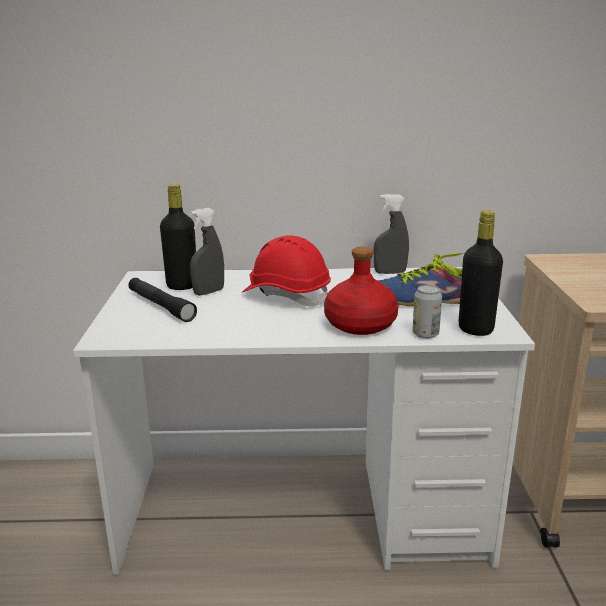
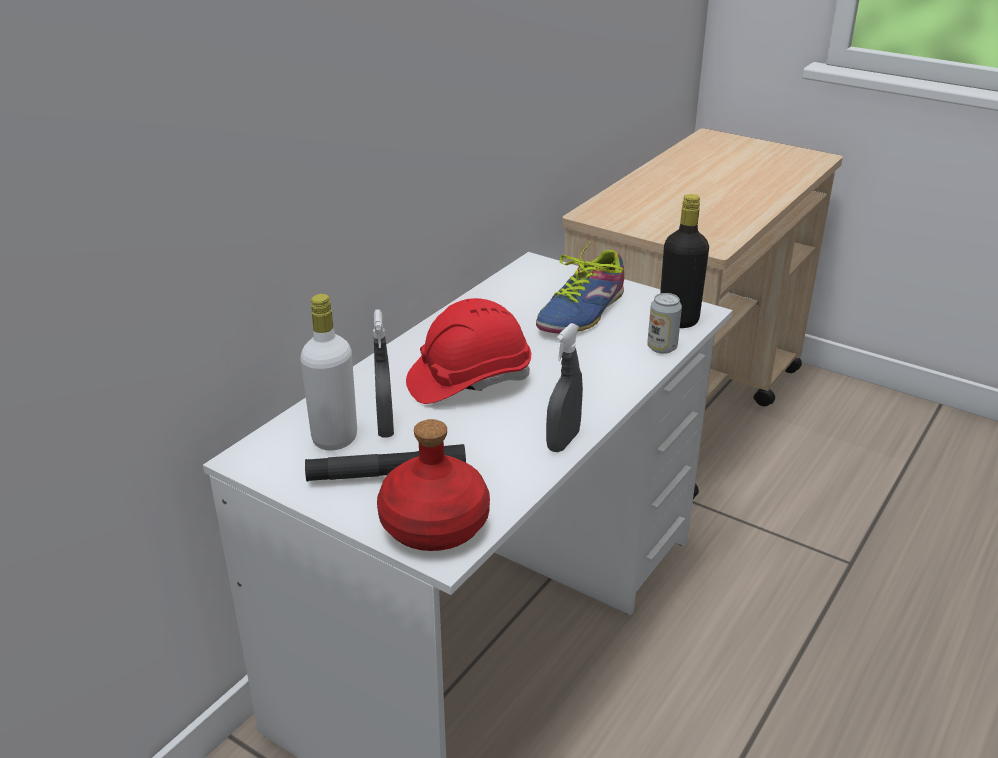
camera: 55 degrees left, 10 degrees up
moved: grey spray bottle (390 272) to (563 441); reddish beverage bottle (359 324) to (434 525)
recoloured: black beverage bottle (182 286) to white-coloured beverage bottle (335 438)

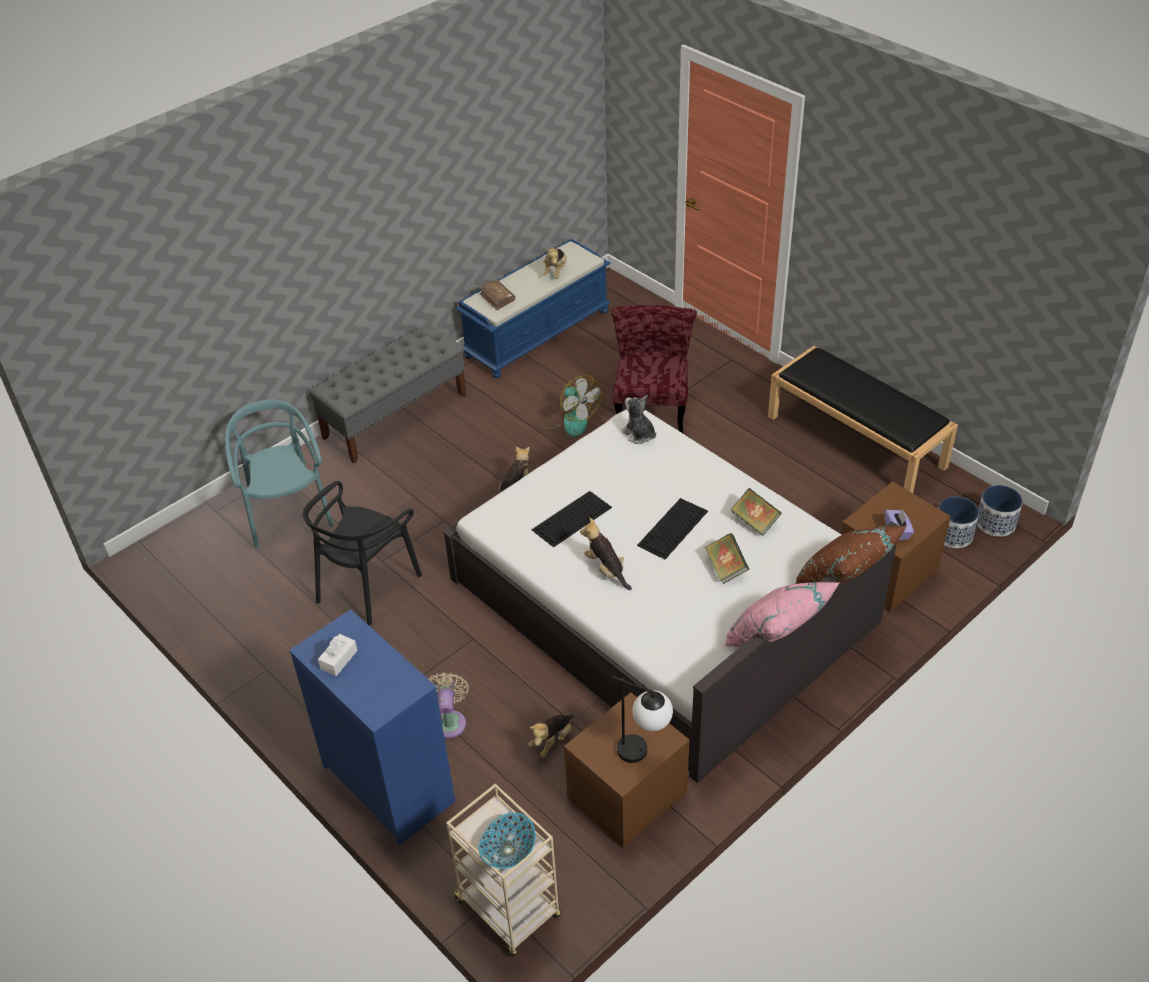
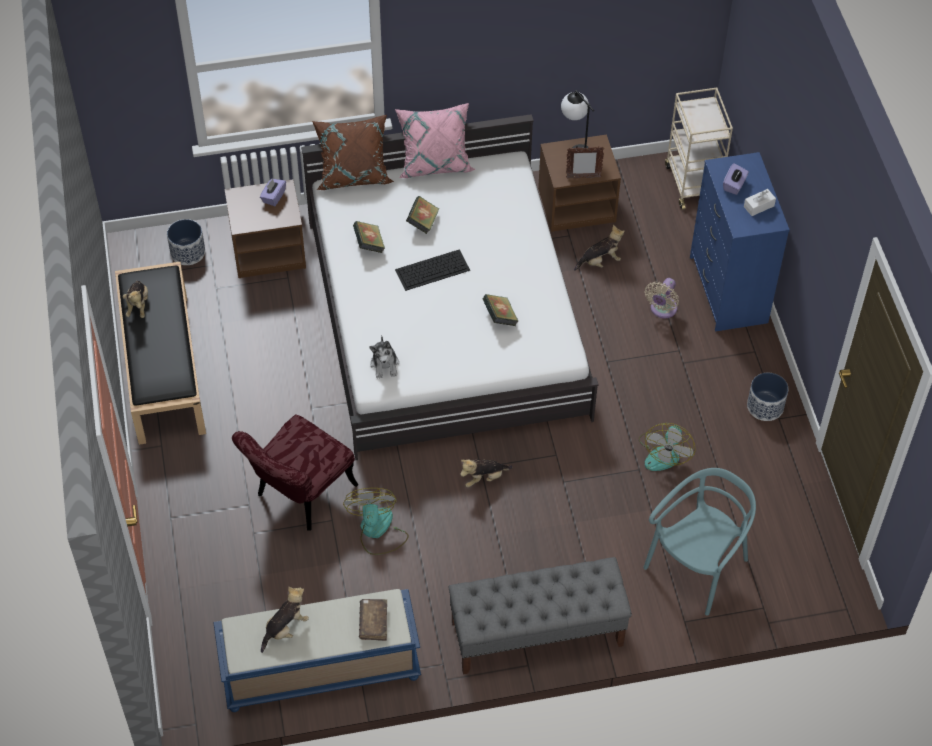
camera: 150 degrees left, 10 degrees up
removed: bowl (507 850)
added: picture frame (583 177); purple tissue holder (734 185)
moved: flower pot (995 523) to (765 407); plush toy (606 569) to (138 305)
replaced: black chair (367 586) to cooling fan (664 452); keyboard (571 519) to book (500 317)
turned: turquoise chair (287 513) = (697 567) 150 degrees counterclockwise

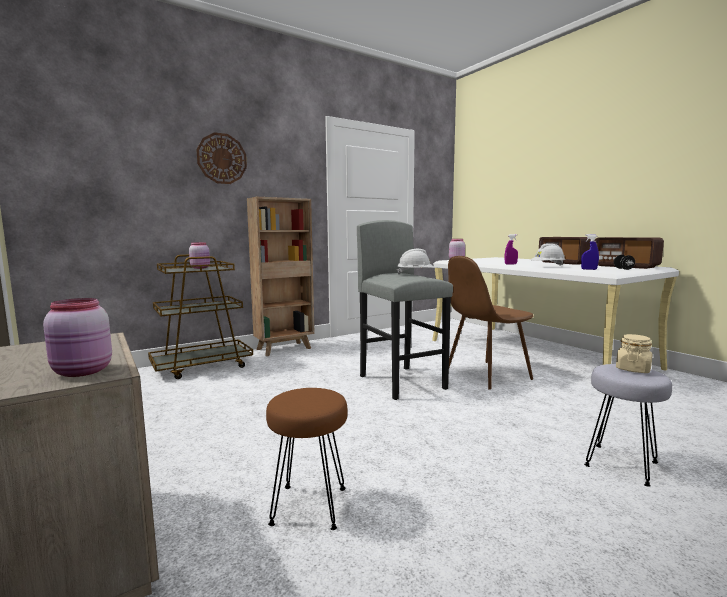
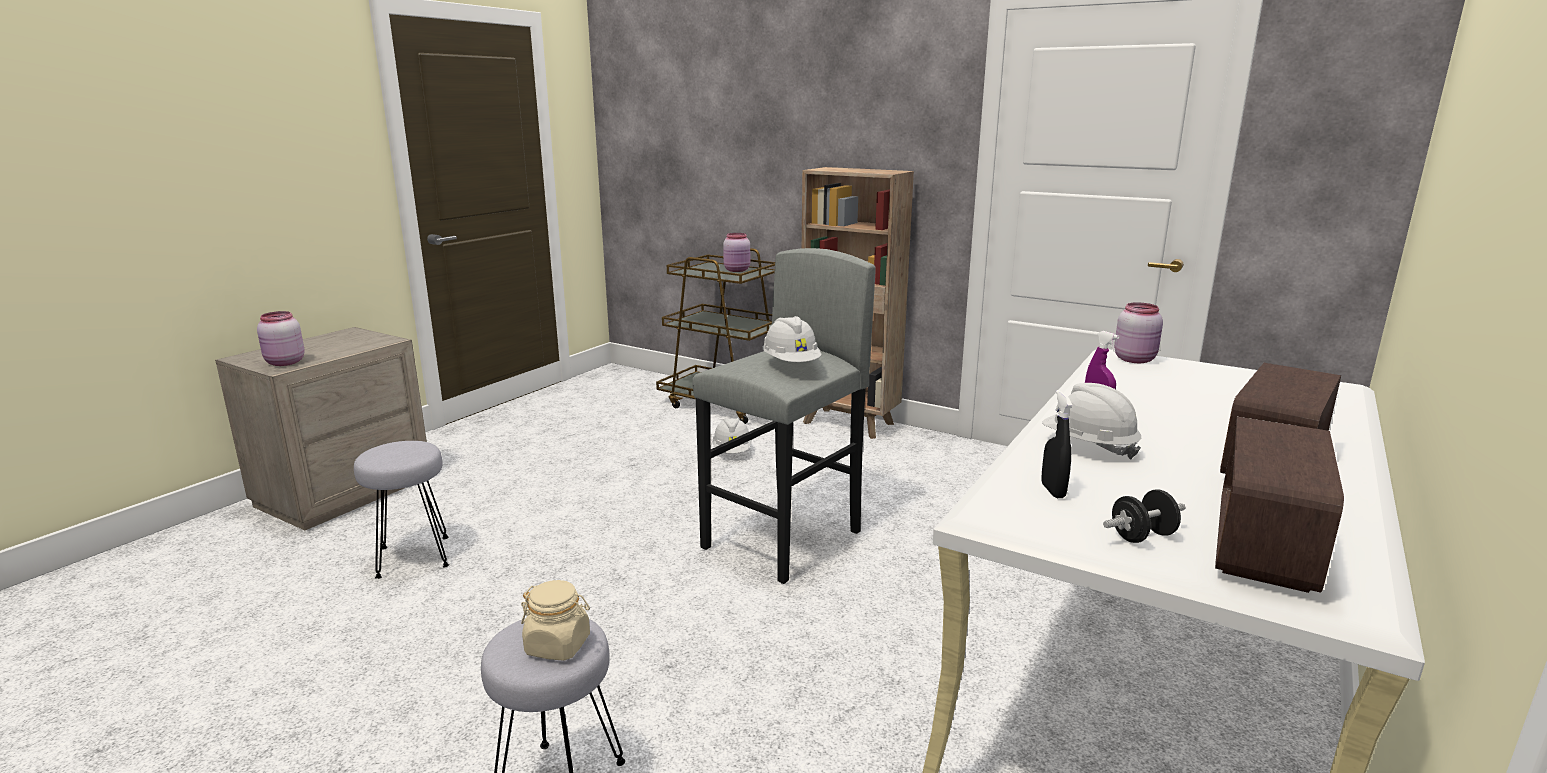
camera: 65 degrees right, 10 degrees up
removed: wall clock (222 158); brown-coloured chair (486 375)
added: white-coloured hard hat (732 451)
recoloured: blue-coloured spray bottle (589 269) to black spray bottle (1053 491); brown-coloured stool (310 506) to grey stool (413 558)

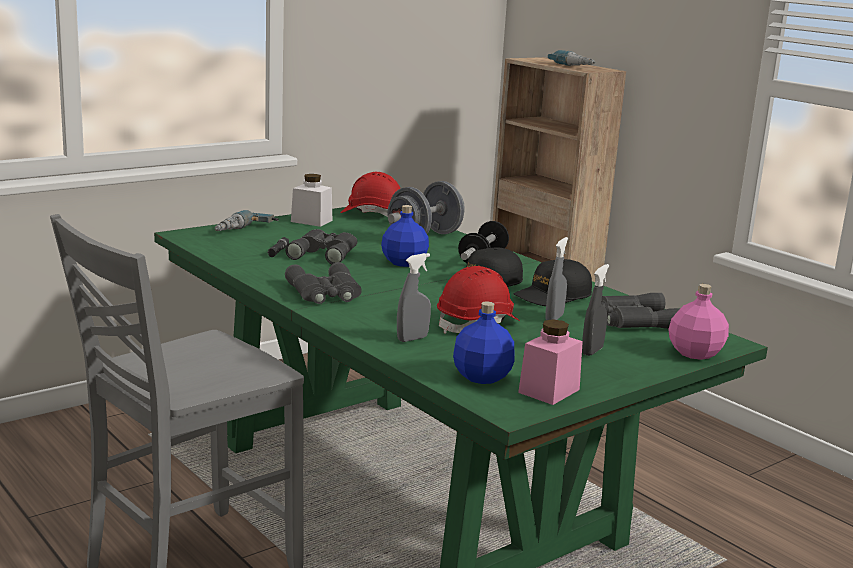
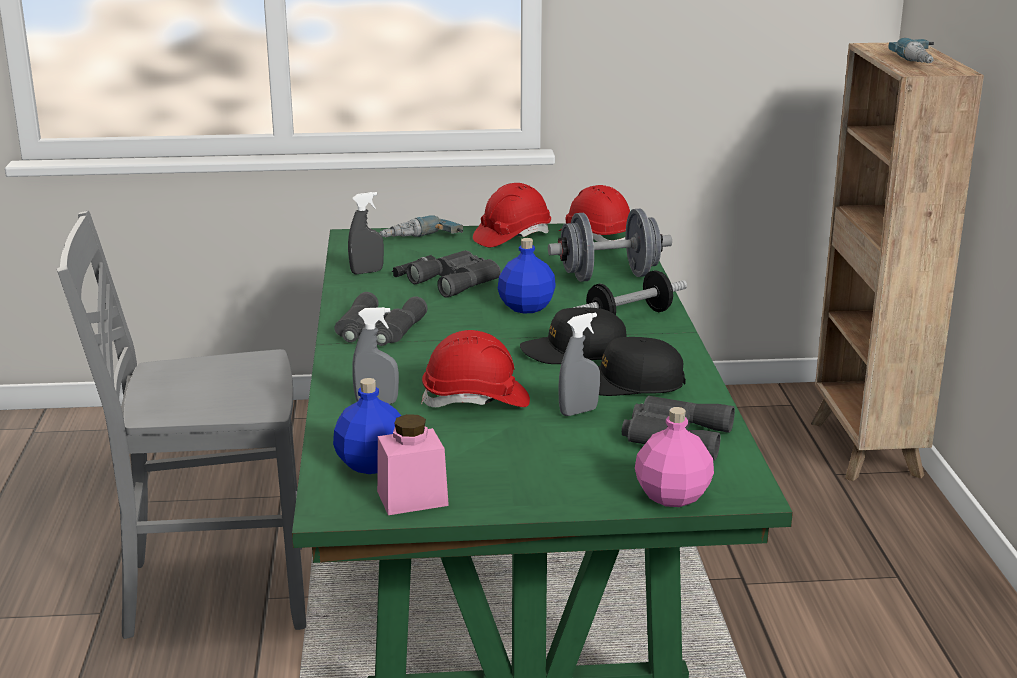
camera: 35 degrees right, 5 degrees up
moved: grey spray bottle (592 351) to (367 272)
replaced: white-coloured storage jar (311 221) to reddish hard hat (512 237)

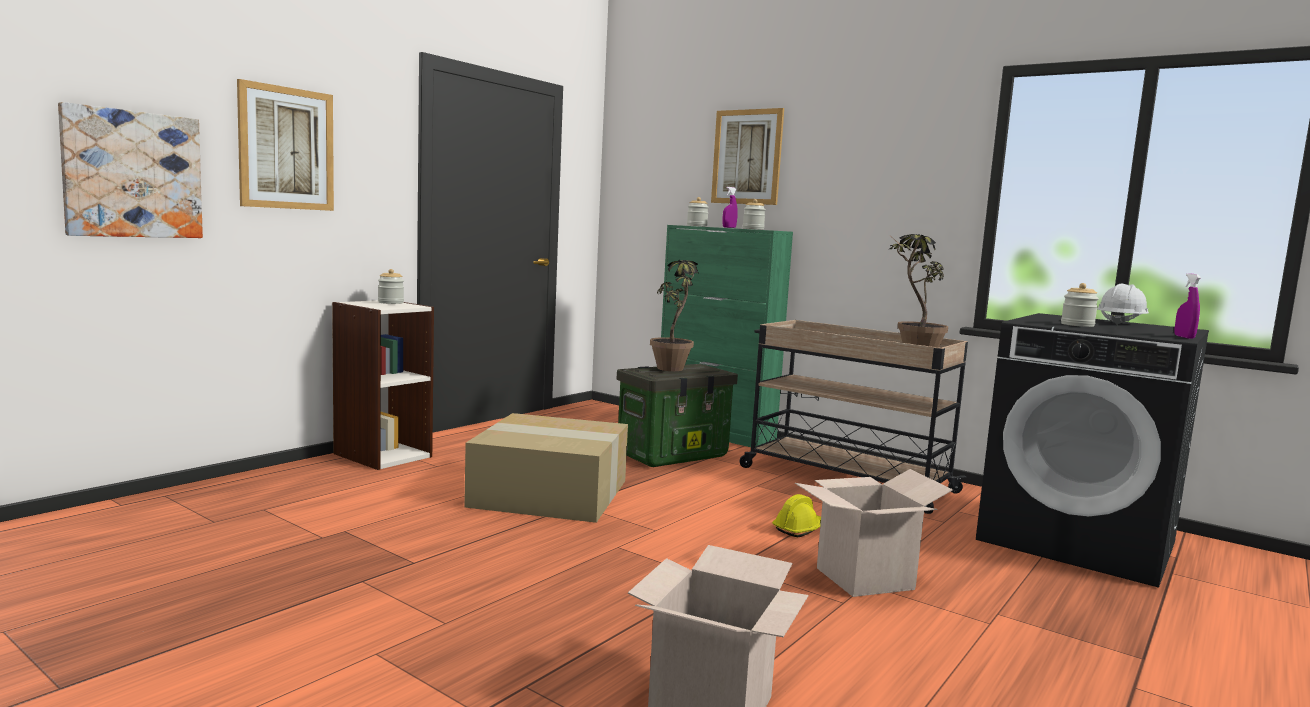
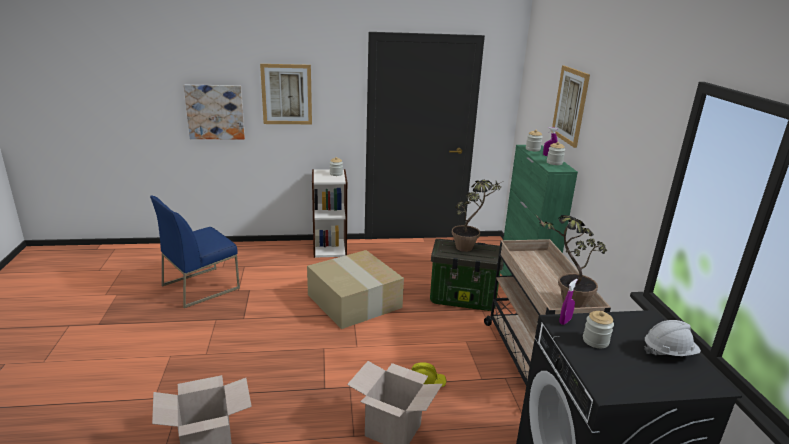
camera: 45 degrees right, 15 degrees up
added: blue-coloured chair (201 286)
moved: purple spray bottle (1184 337) to (565 321)

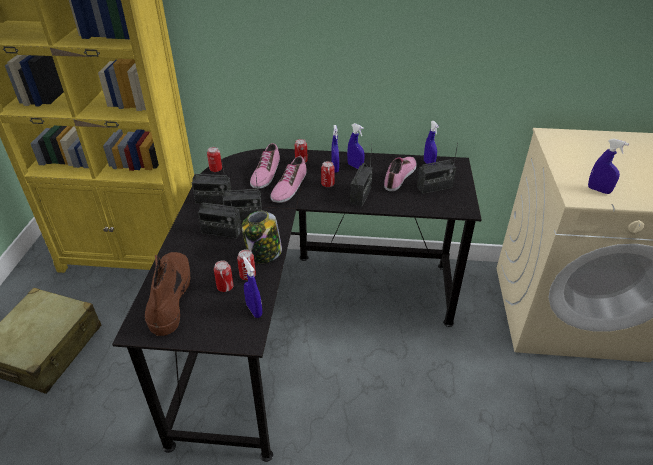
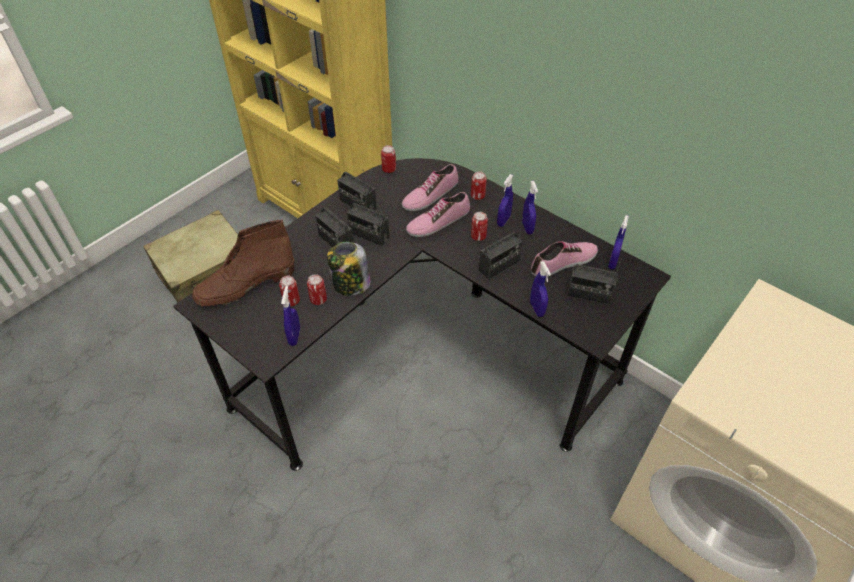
camera: 35 degrees right, 10 degrees up
moved: blue-coloured spray bottle (598 190) to (537 308)
turned: brown-coloured high-top boot (170 295) = (245 285) 150 degrees counterclockwise

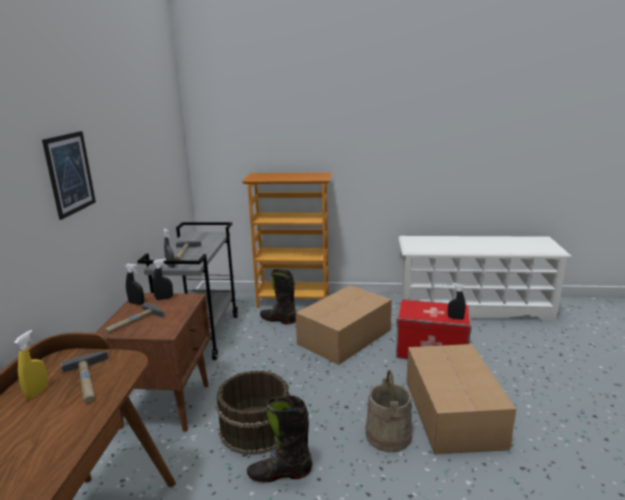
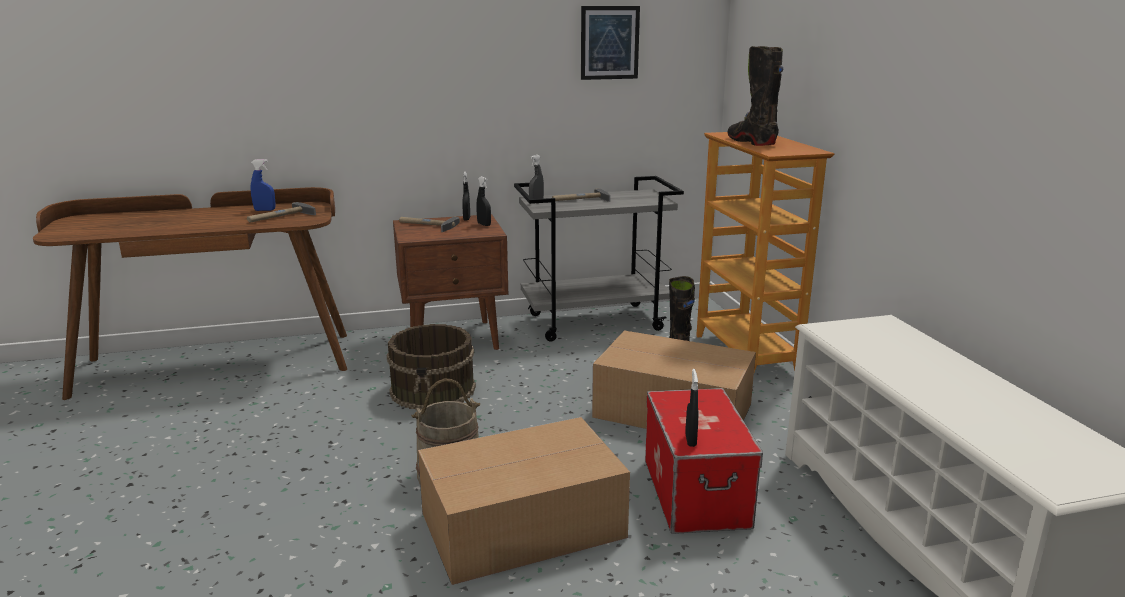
camera: 70 degrees right, 0 degrees up
moved: picture (70 173) to (609 43); black high-top boot (280 473) to (751 142)
recoloured: yellow-coloured spray bottle (37 392) to blue-coloured spray bottle (265 210)

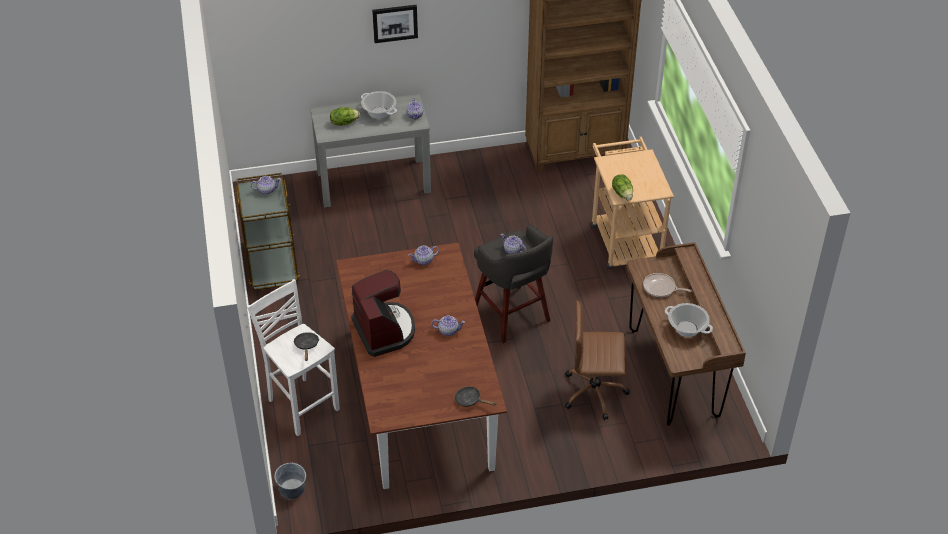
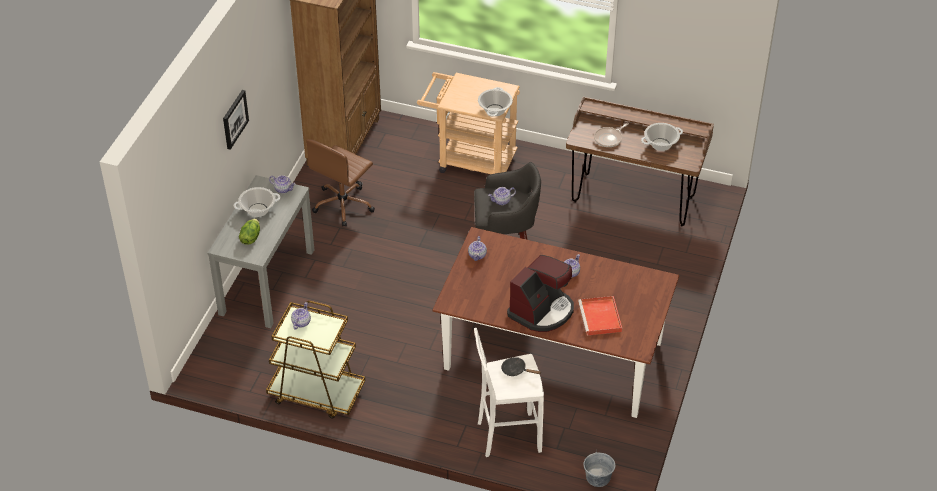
camera: 60 degrees left, 0 degrees up
removed: black skillet (470 400)
added: reddish tray (600 318)
moved: brown-coloured desk chair (595 392) to (344 205)
replaced: head of lettuce (622 194) to saucepot (494 110)
turned: coffee brewer (384 330) = (542 311) 120 degrees clockwise

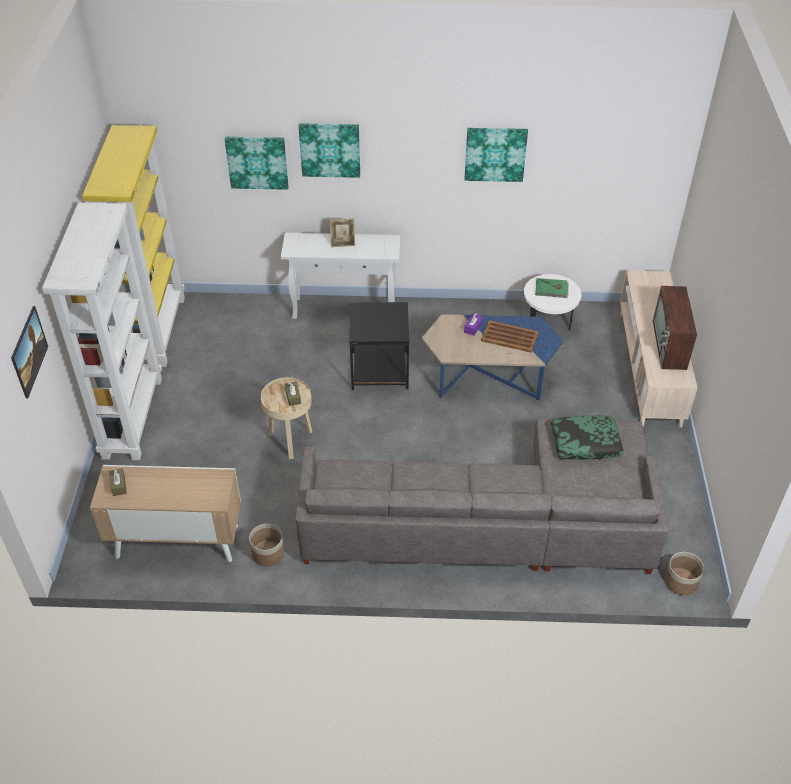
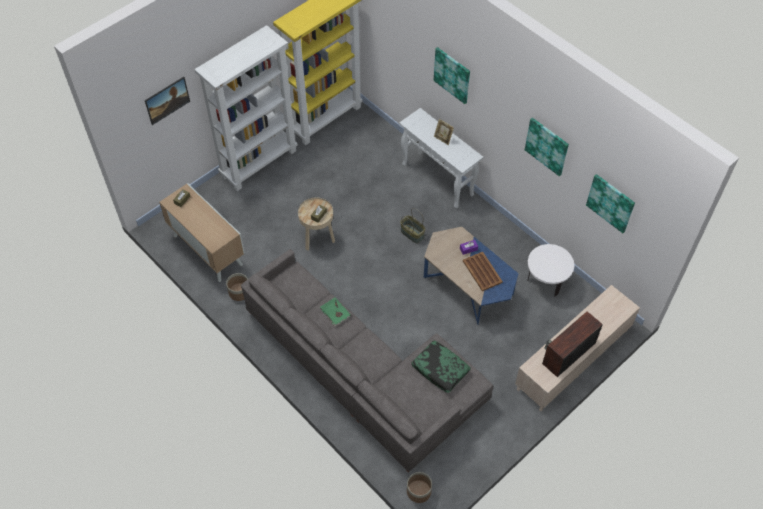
camera: 45 degrees right, 10 degrees up
moved: picture (257 162) to (611 203); greenish book (551 289) to (335 313)
replaced: black end table (380 369) to basket (412 233)

